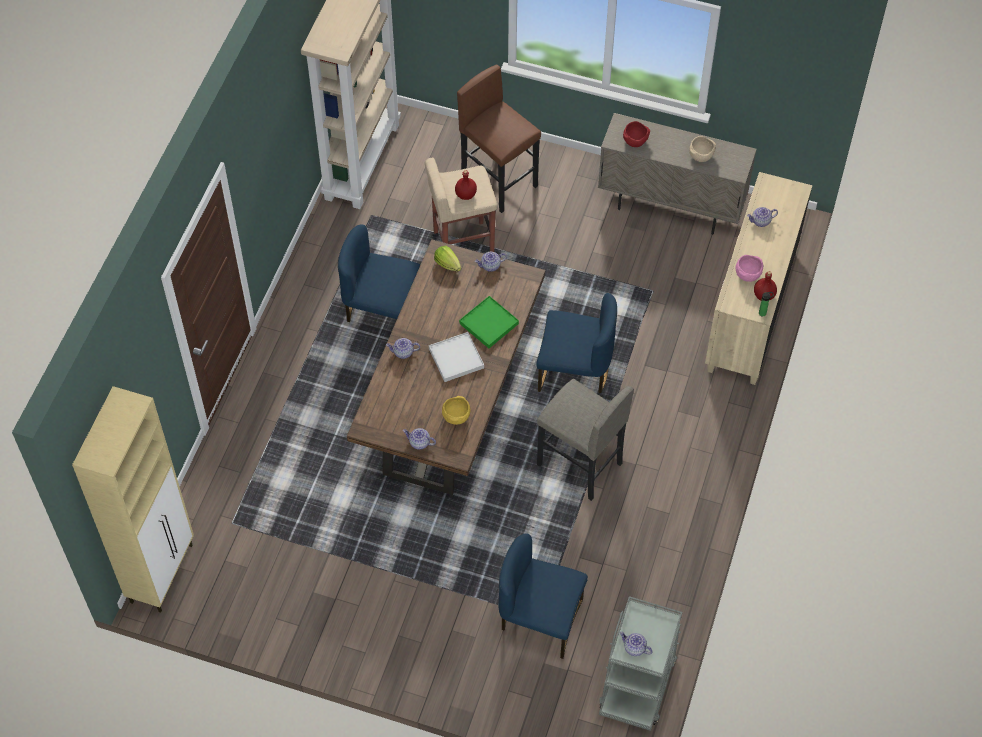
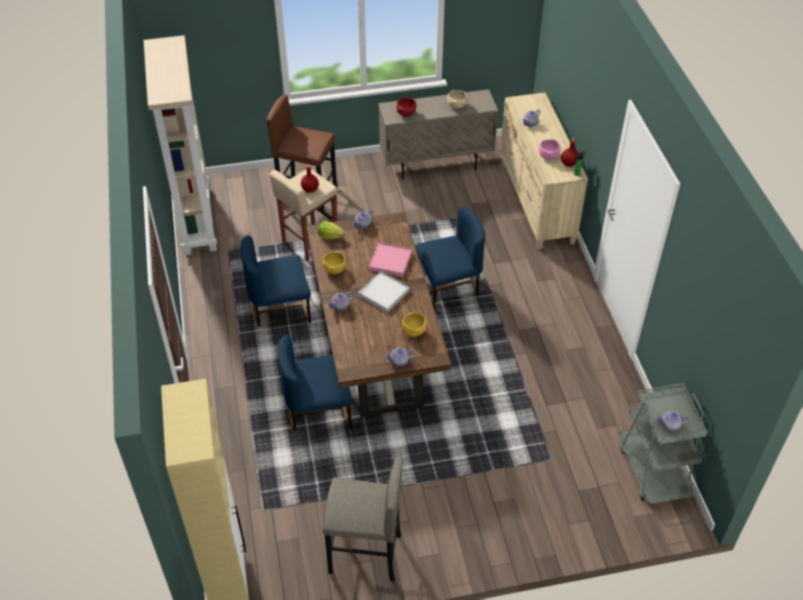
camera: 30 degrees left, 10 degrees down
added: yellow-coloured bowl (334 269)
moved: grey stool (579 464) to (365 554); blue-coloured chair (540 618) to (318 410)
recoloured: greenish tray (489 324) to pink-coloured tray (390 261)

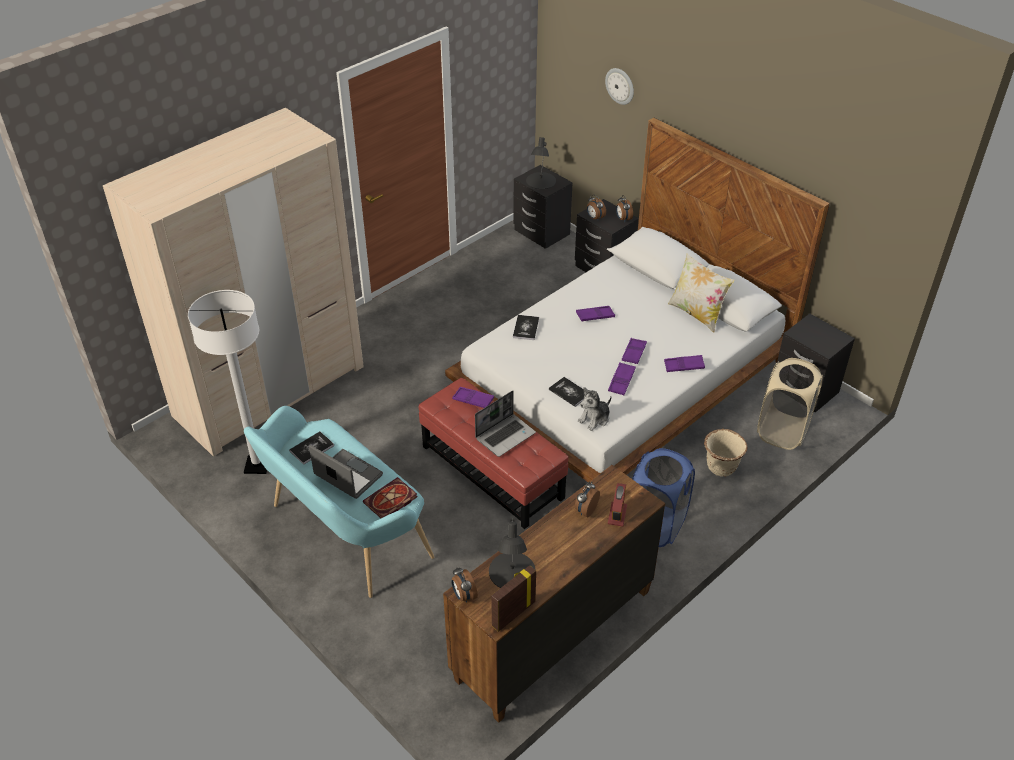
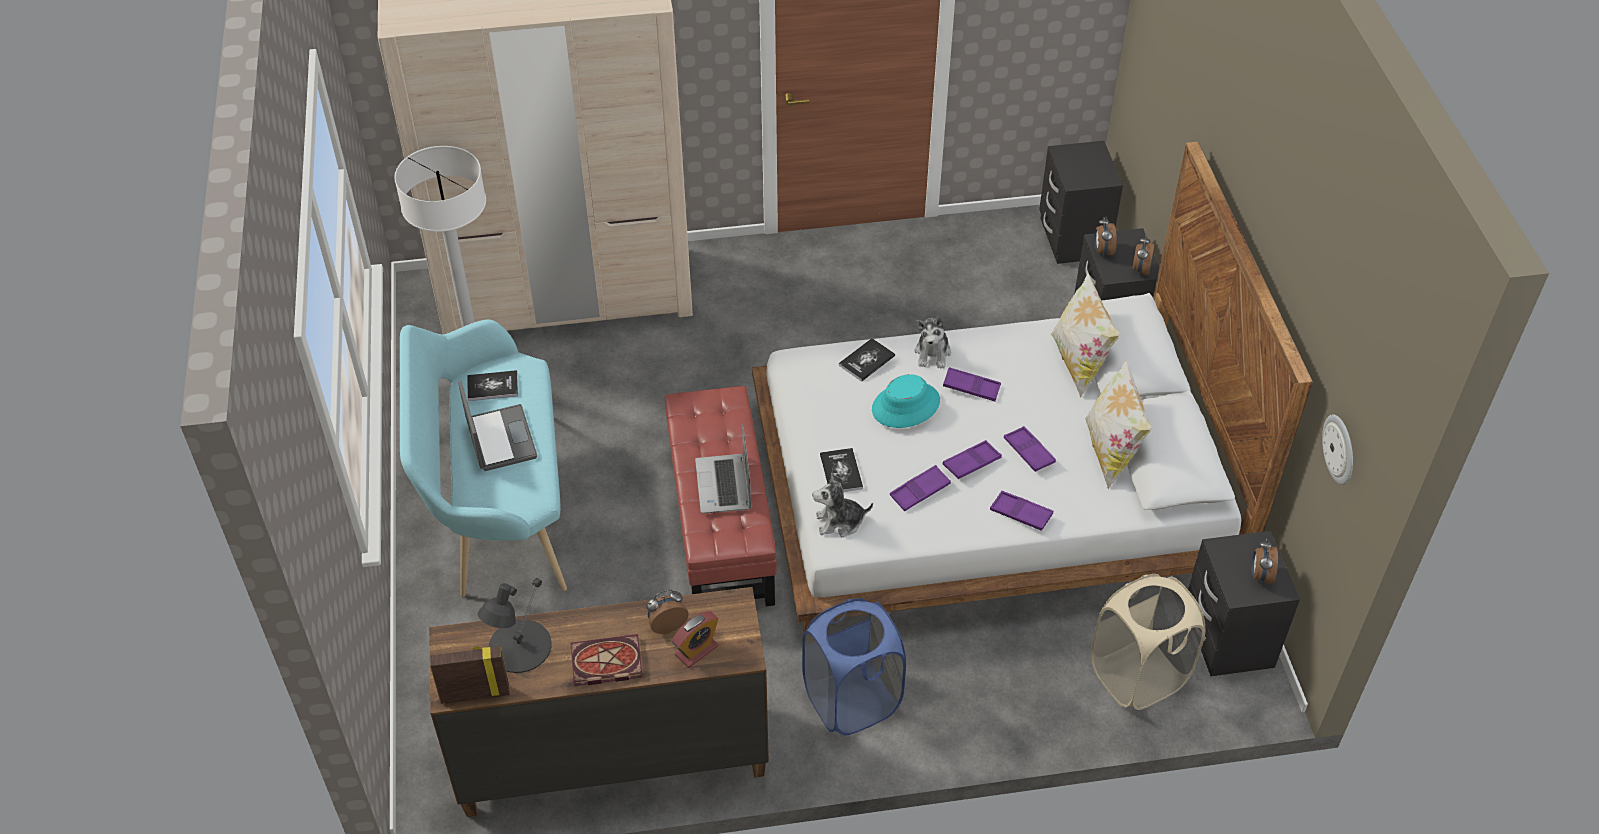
camera: 35 degrees right, 5 degrees up
removed: black lamp for a table (540 181); beige flower pot (721 467)
added: cushion (1079 363); plush toy (932 353); turquoise hat (906 406)
moved: wall clock (620 86) to (1340 449); purple tray (473 400) to (1029 452); book (390 501) to (604 663); table clock (463 595) to (1260 575)
turned: notebook computer (505 435) = (724 486) 90 degrees clockwise

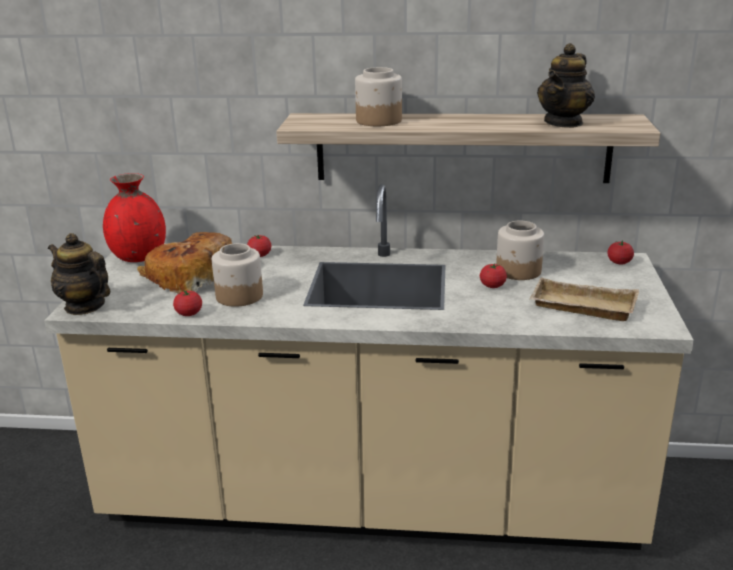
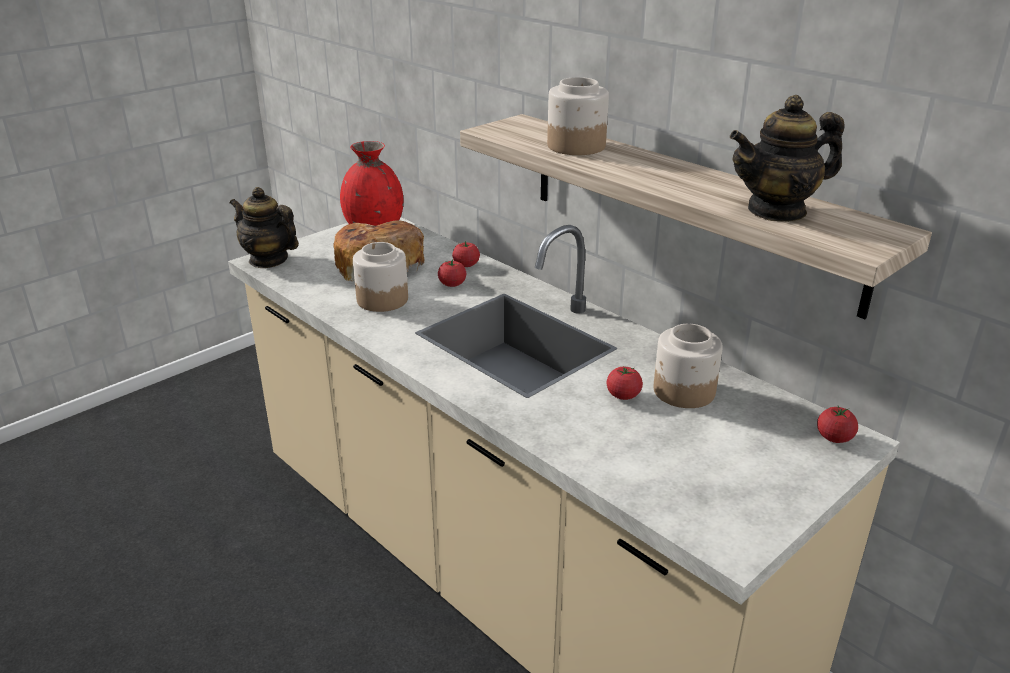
camera: 40 degrees right, 5 degrees up
removed: beige tray (581 307)
moved: fresh tomato (189 313) to (452 284)
turned: tea pot (84 306) = (268 260) 45 degrees counterclockwise

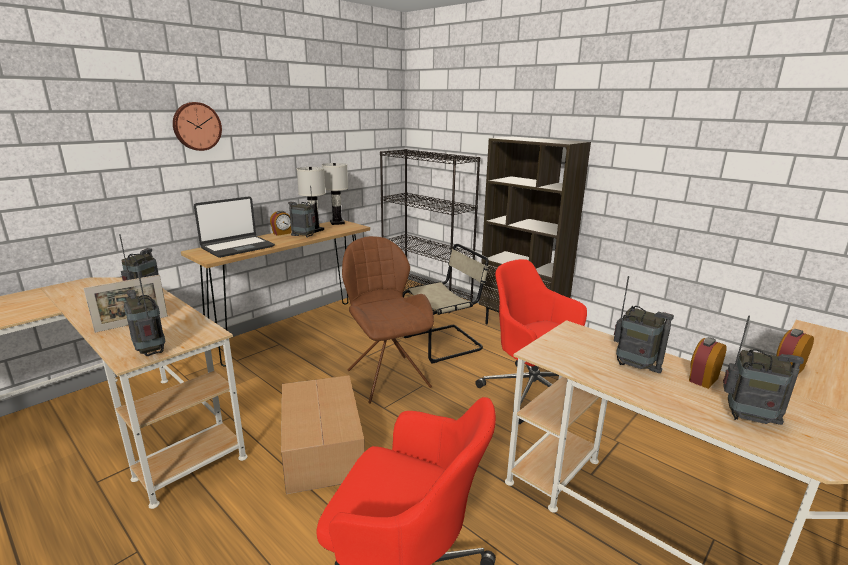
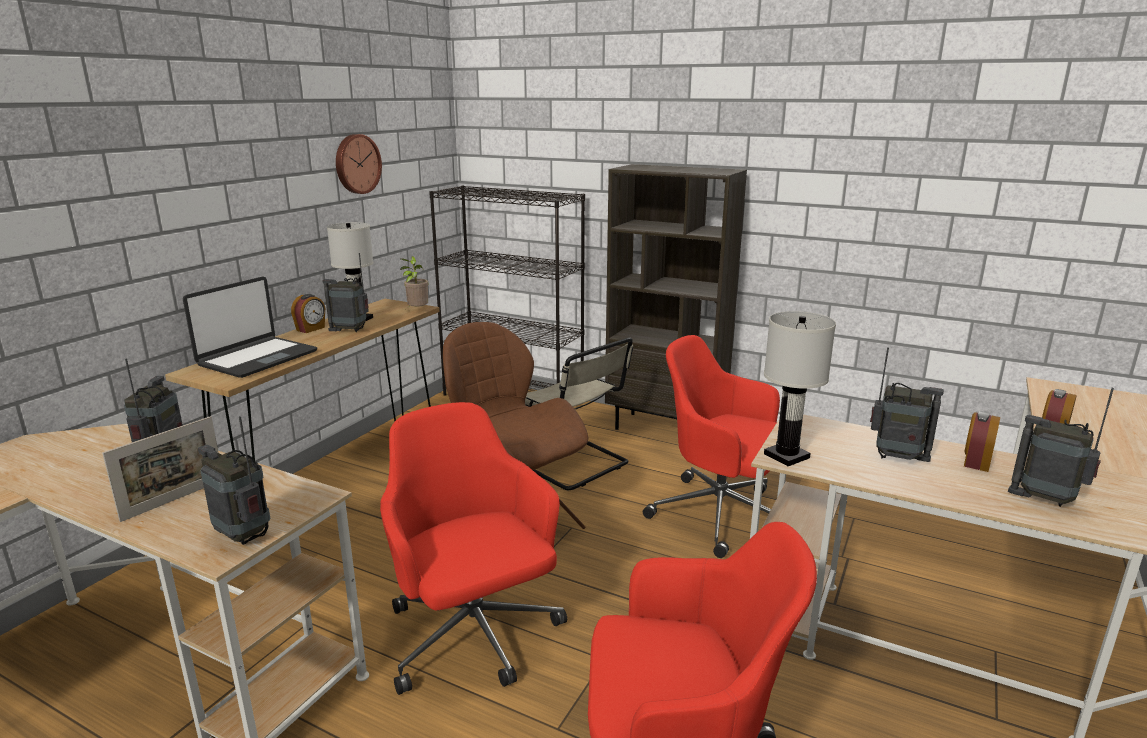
camera: 15 degrees left, 0 degrees up
added: houseplant (417 311)
moved: wall clock (196 126) to (356 164); white-coloured lamp for a table (337 223) to (785 456)
replaced: carton (323 446) to reddish desk chair (474 636)
turned: beige chair (445 343) = (573 464) 90 degrees clockwise; radio (748 419) = (1046 500) 150 degrees counterclockwise

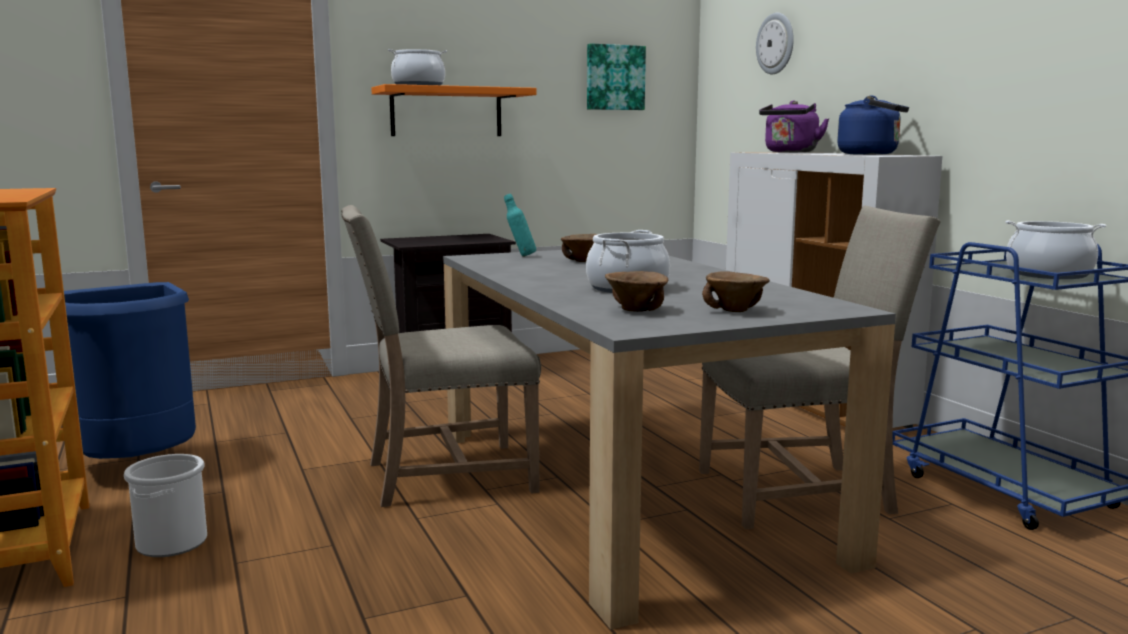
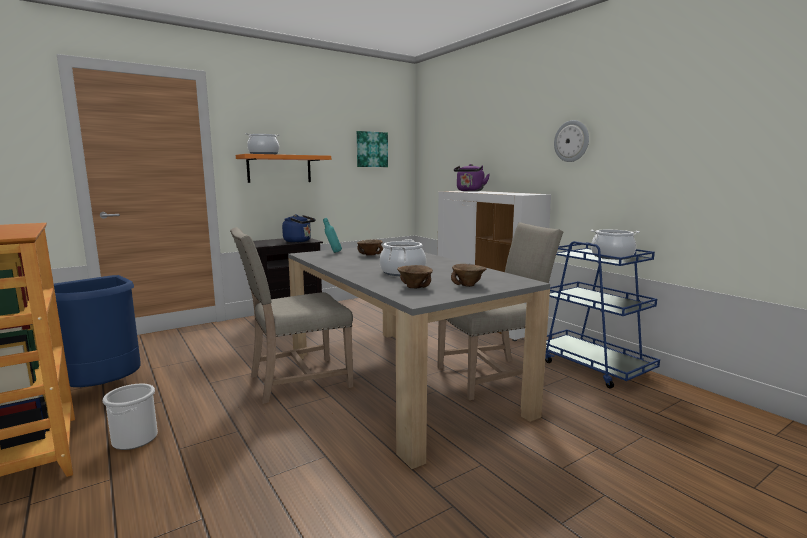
camera: 10 degrees left, 0 degrees up
moved: wall clock (776 43) to (571 141); blue-coloured kettle (871 154) to (299 241)

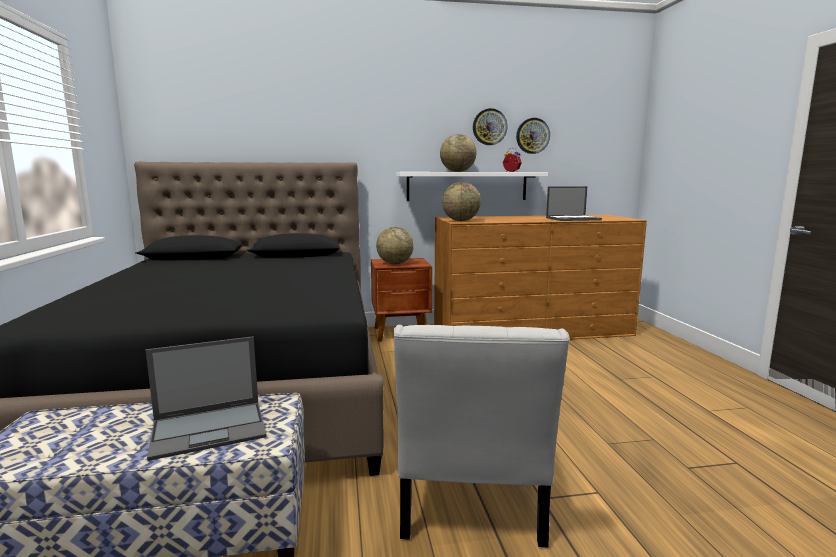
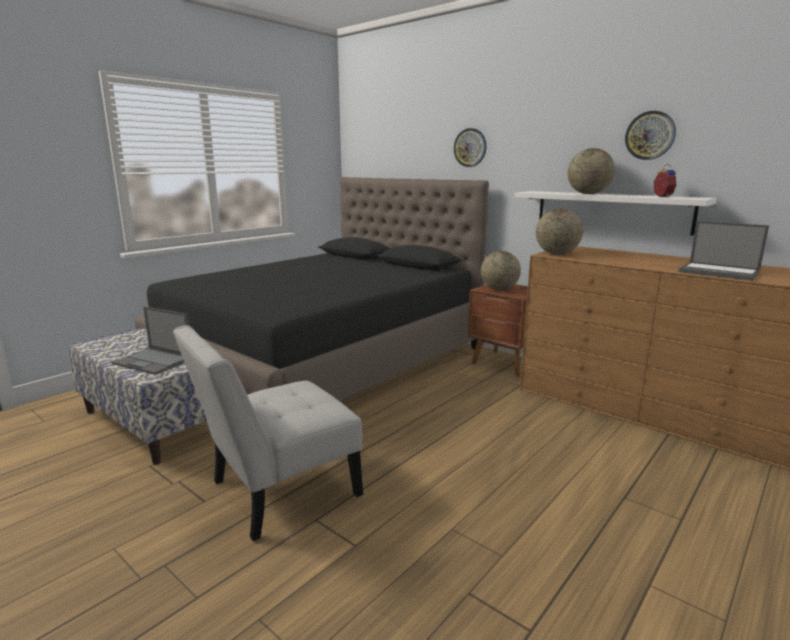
camera: 50 degrees right, 5 degrees up
moved: wall clock (532 136) to (470 147)

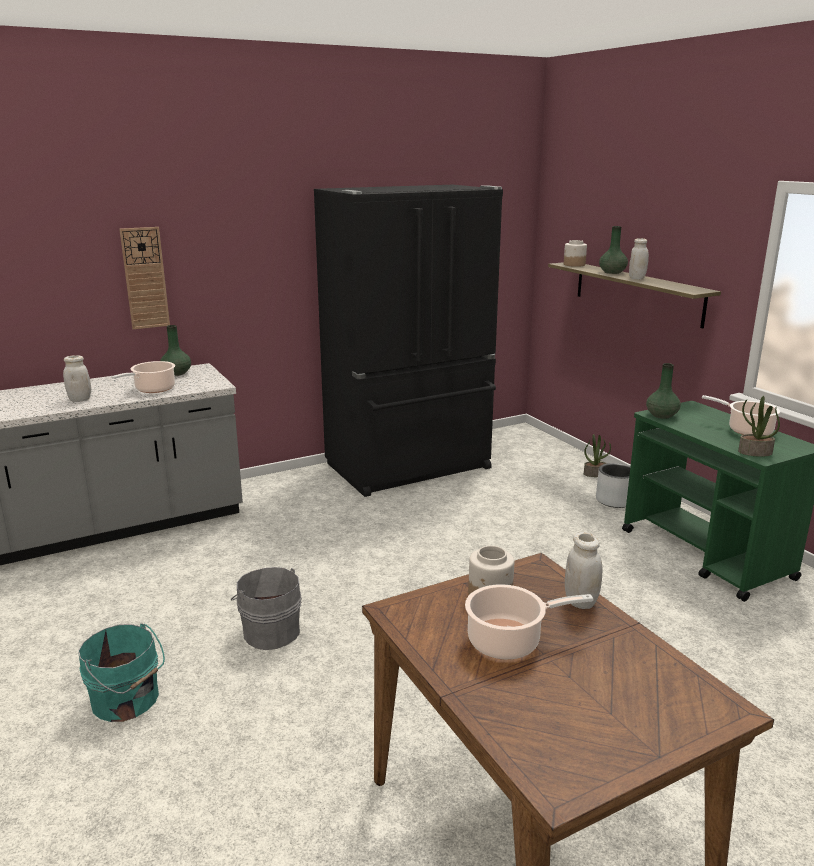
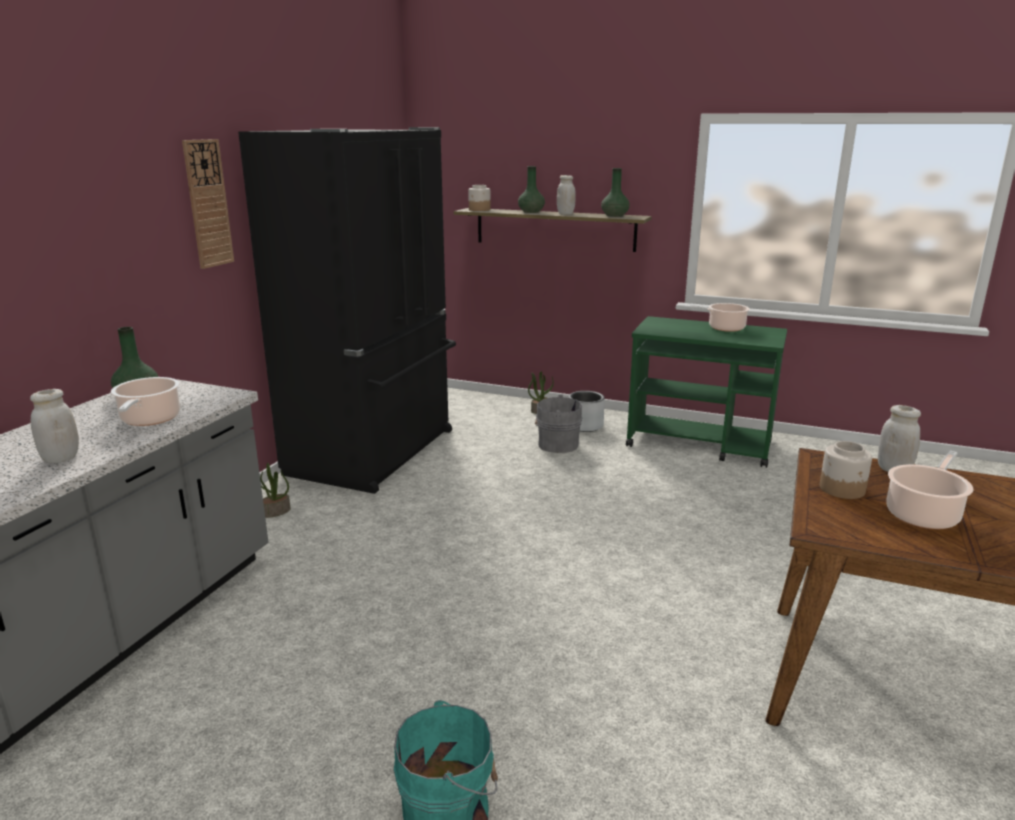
camera: 40 degrees left, 0 degrees up
moved: wall clock (145 278) to (208 204); greenish vase (661 415) to (614 216); houseplant (754 452) to (275 512); grey water bucket (270 631) to (556 444)

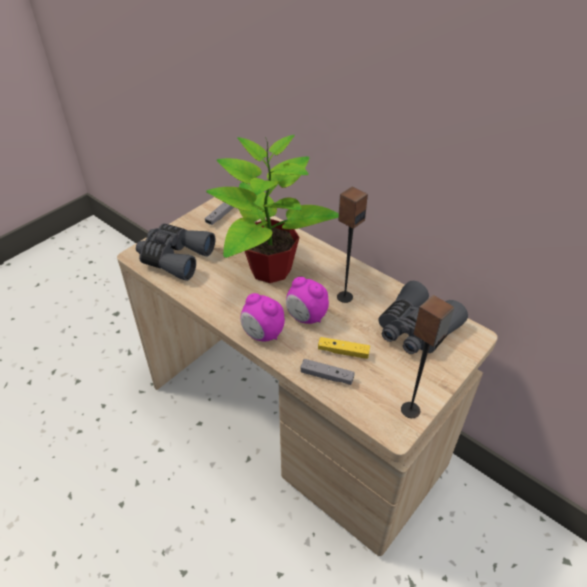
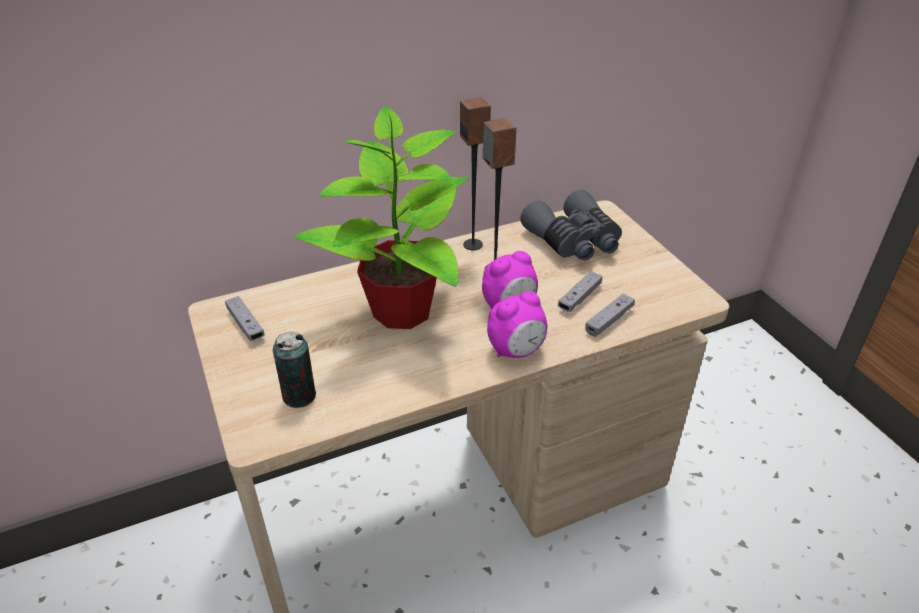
camera: 65 degrees left, 5 degrees down
moved: speaker (410 410) to (473 244)
replaced: grey field glasses (174 257) to sealed can (299 396)
recoloured: yellow-coloured game controller (343 352) to grey game controller (579 298)

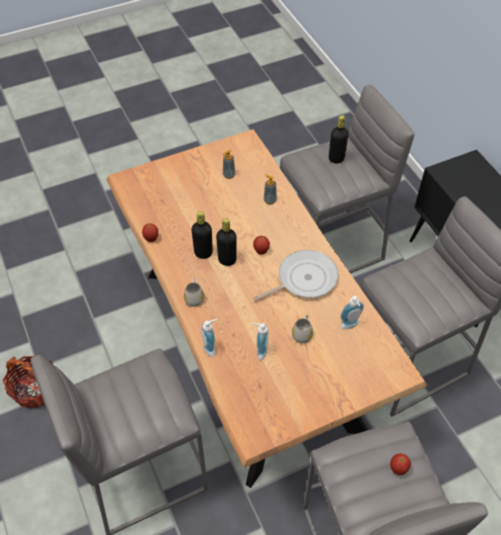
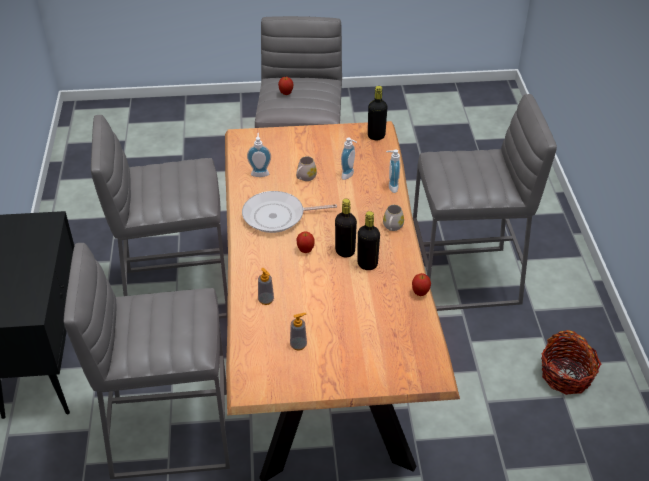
camera: 160 degrees left, 10 degrees down
moved: black beverage bottle (336 158) to (376 136)

